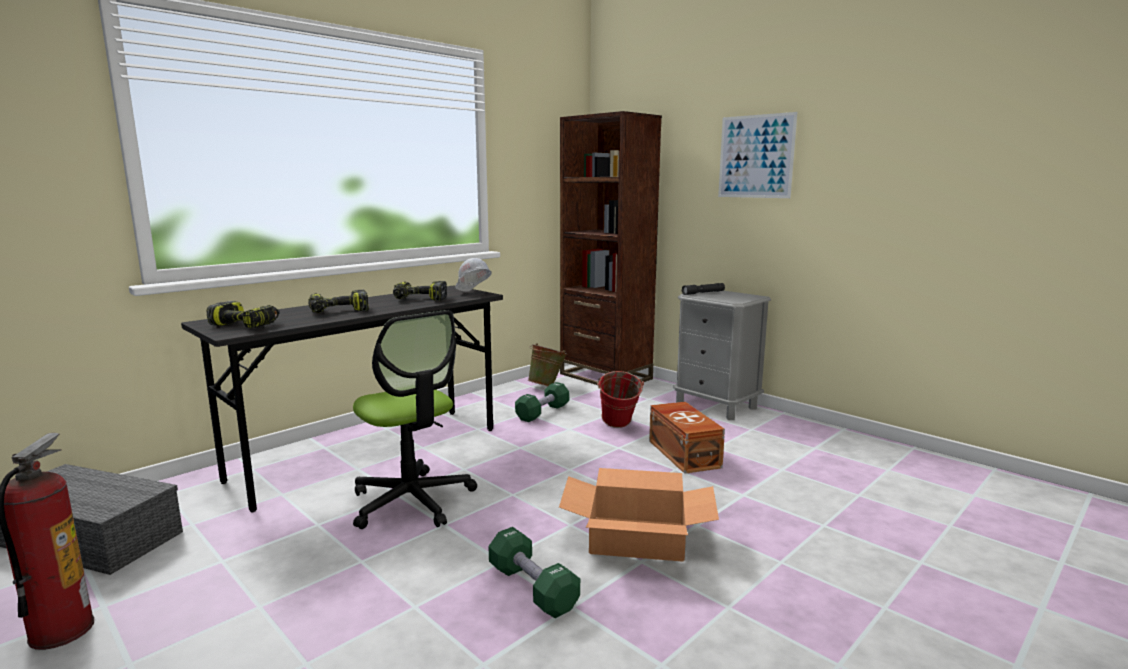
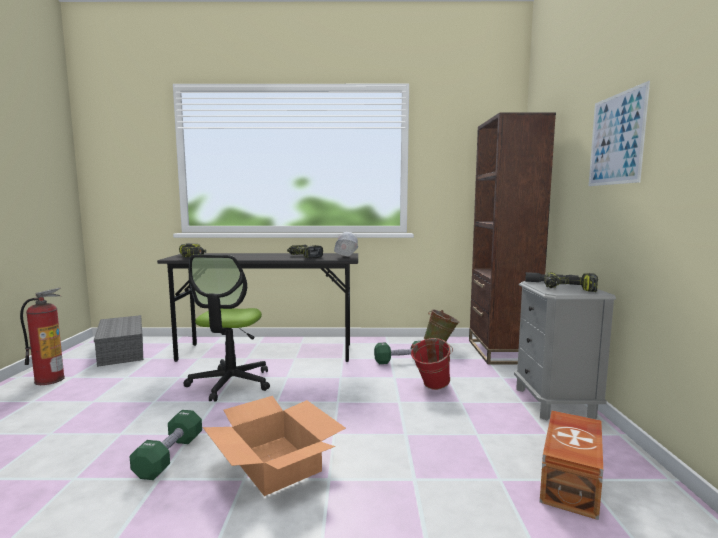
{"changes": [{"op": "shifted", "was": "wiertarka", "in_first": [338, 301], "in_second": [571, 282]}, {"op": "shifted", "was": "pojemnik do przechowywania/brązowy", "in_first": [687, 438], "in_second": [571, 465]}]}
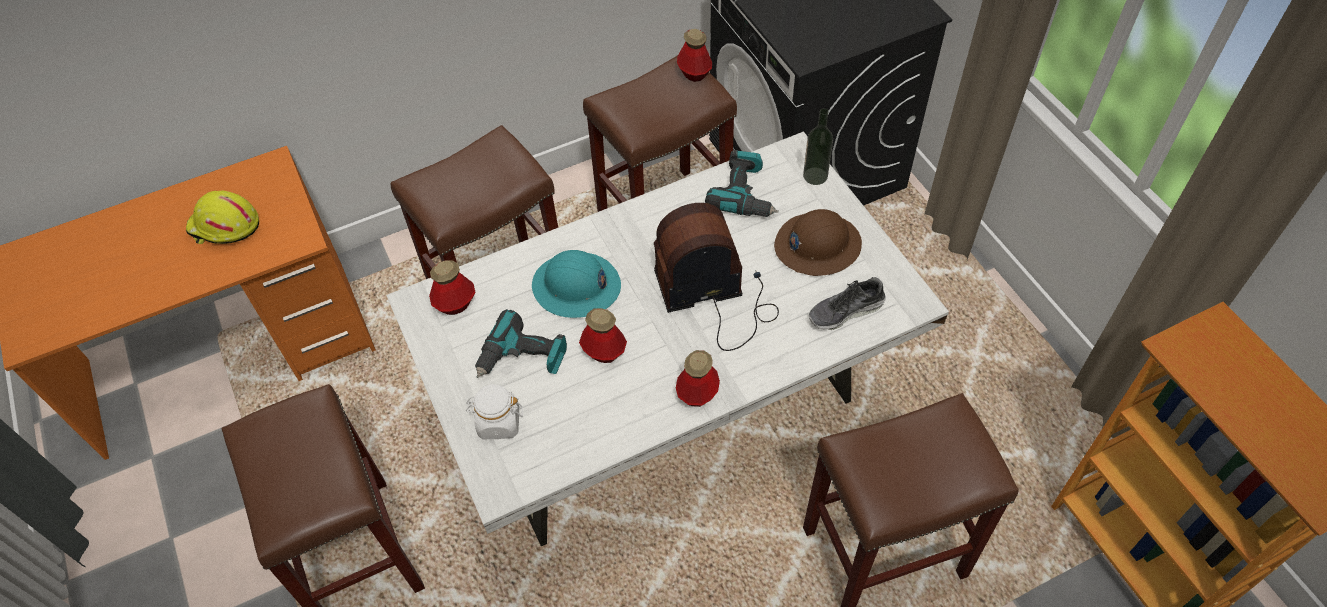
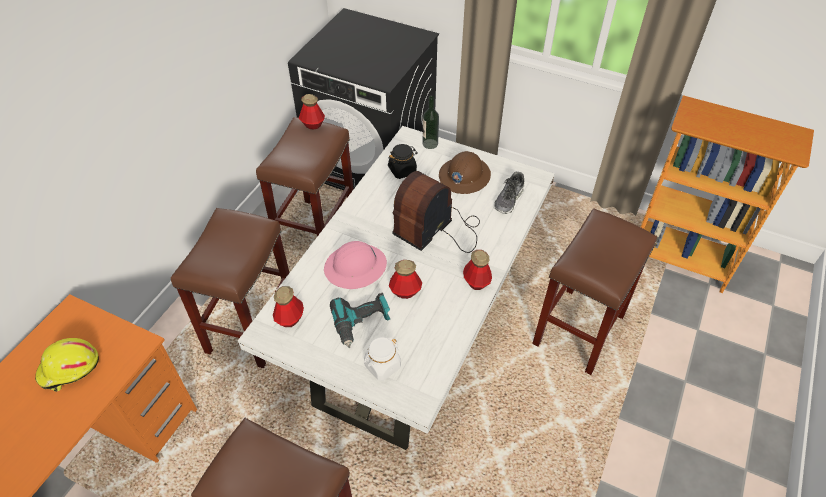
{"changes": [{"op": "repainted", "was": "kask/turkusowy", "now": "kask/różowy", "in_first": [576, 284], "in_second": [355, 265]}, {"op": "swapped", "was": "wiertarka", "now": "słoik/czarny", "in_first": [742, 183], "in_second": [403, 161]}]}
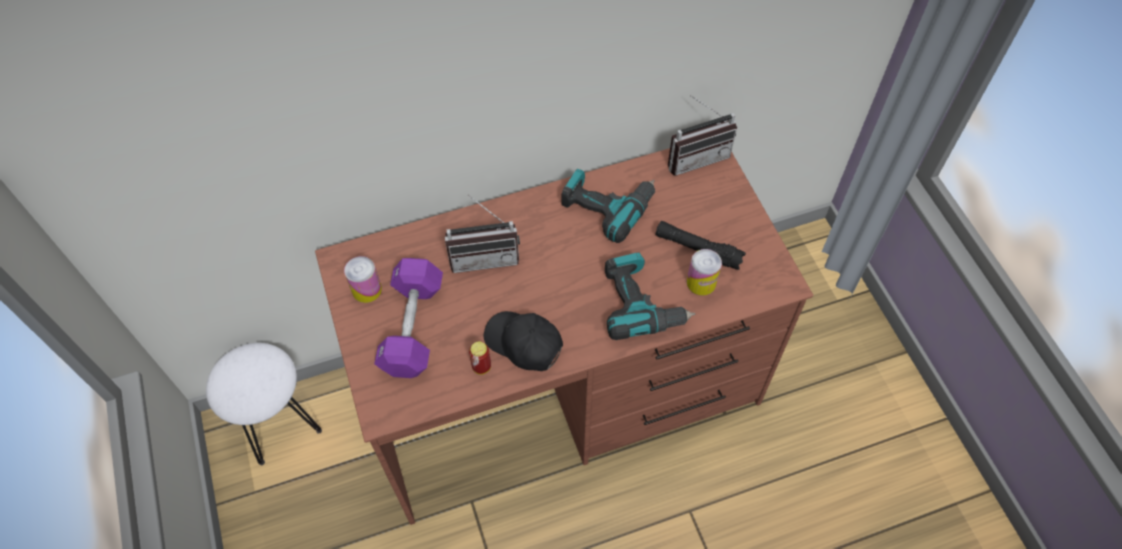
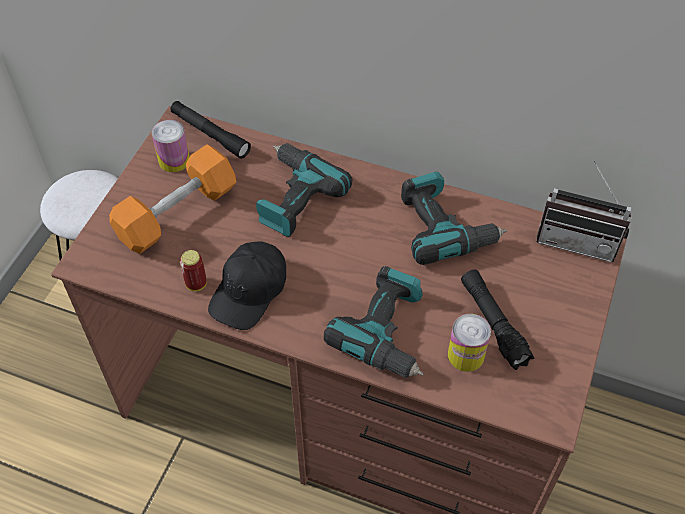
{"changes": [{"op": "repainted", "was": "hantel/fioletowy", "now": "hantel/pomarańczowy", "in_first": [408, 318], "in_second": [172, 199]}, {"op": "swapped", "was": "radio", "now": "wiertarka", "in_first": [482, 234], "in_second": [304, 190]}, {"op": "rotated", "was": "czapka z daszkiem/czarny", "in_first": [523, 341], "in_second": [247, 285], "clockwise": -135}, {"op": "new", "now": "latarka/czarny", "in_second": [210, 130]}]}
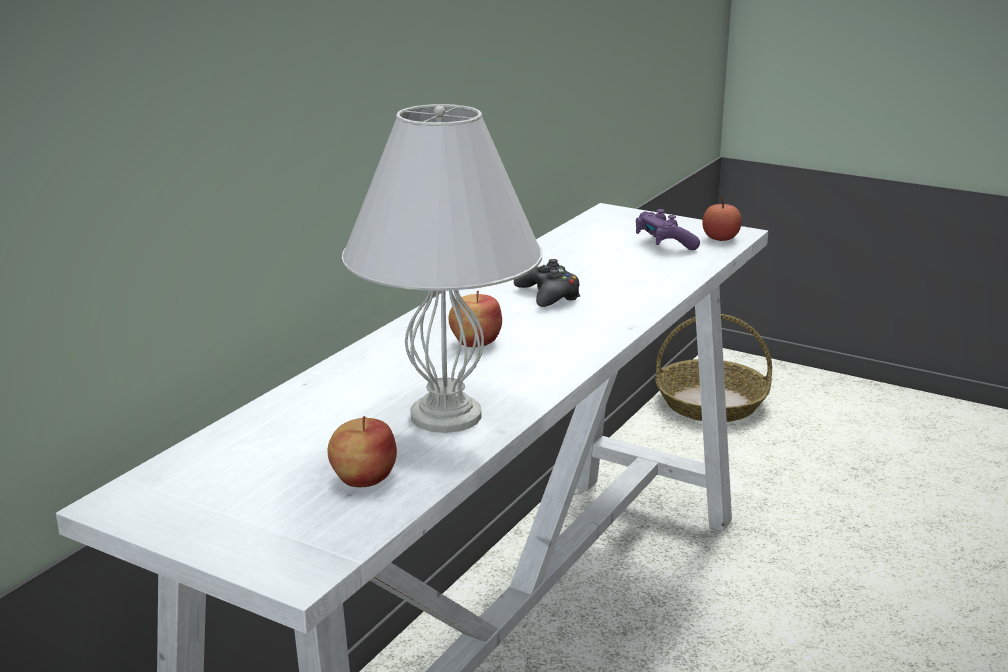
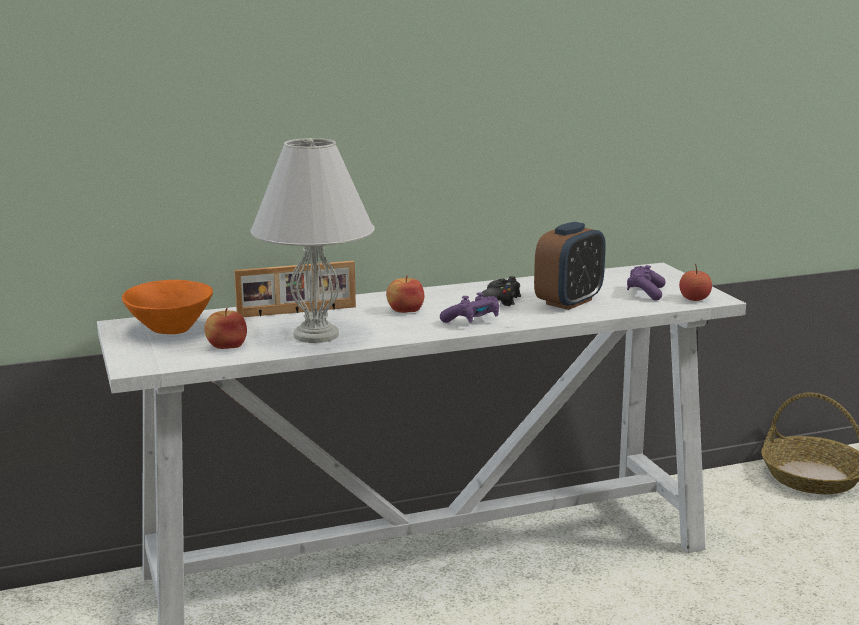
{"changes": [{"op": "new", "now": "miska/pomarańczowy", "in_second": [167, 307]}, {"op": "new", "now": "ramka na zdjęcie", "in_second": [295, 289]}, {"op": "new", "now": "pad do gier/fioletowy", "in_second": [469, 307]}, {"op": "new", "now": "budzik", "in_second": [570, 266]}]}
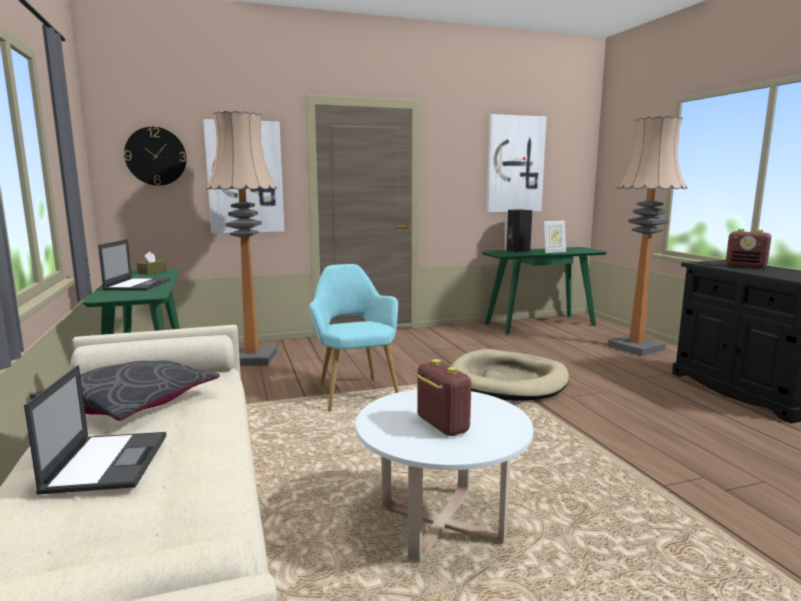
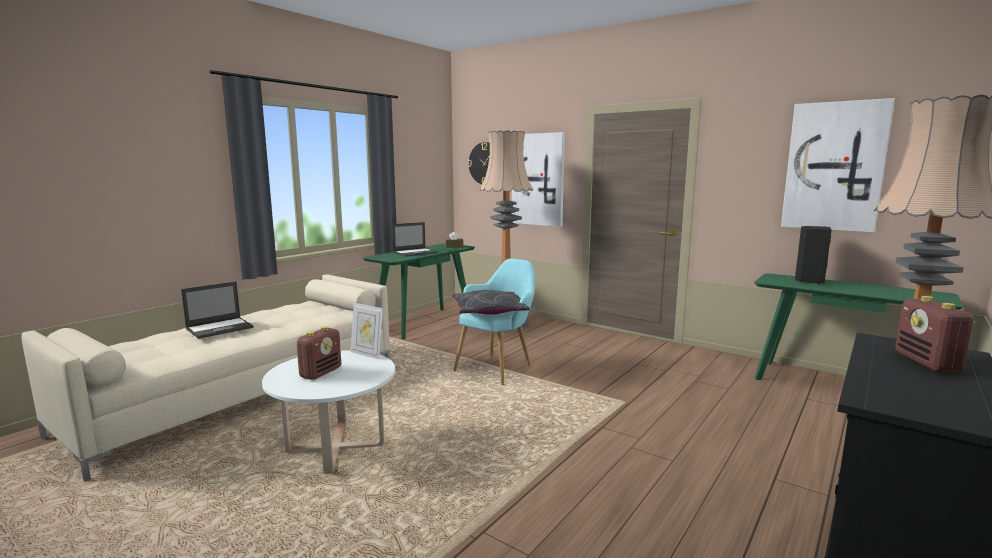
{"changes": [{"op": "shifted", "was": "poduszka/szary", "in_first": [125, 391], "in_second": [491, 302]}, {"op": "gone", "was": "legowisko/beżowy", "in_first": [509, 375]}, {"op": "shifted", "was": "ramka na zdjęcie", "in_first": [555, 236], "in_second": [366, 331]}]}
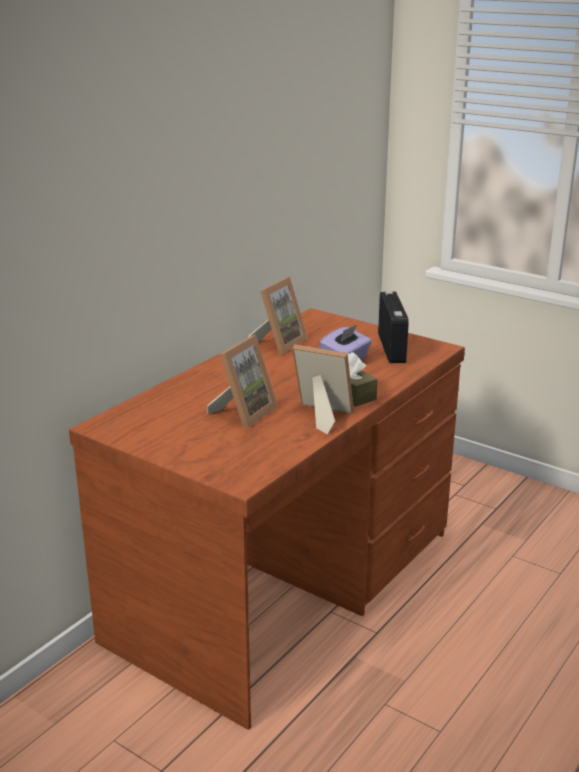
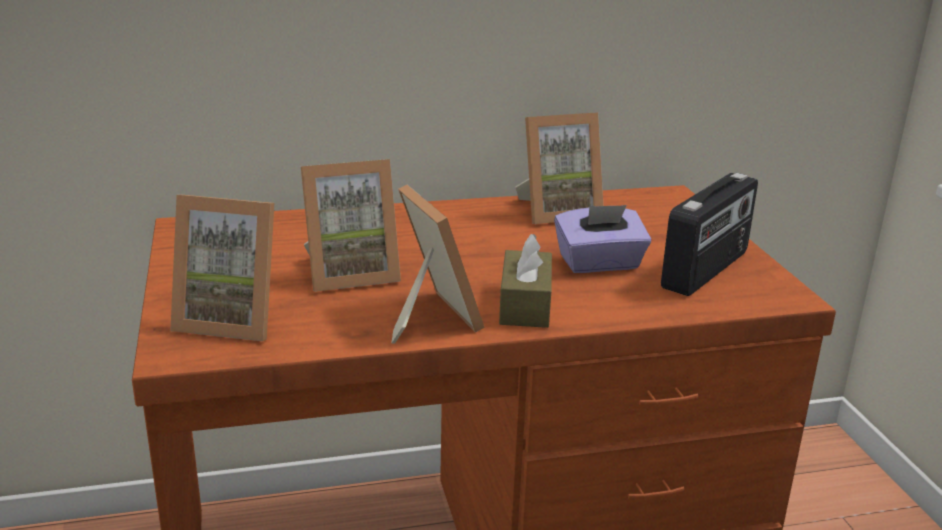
{"changes": [{"op": "new", "now": "ramka na zdjęcie", "in_second": [222, 268]}]}
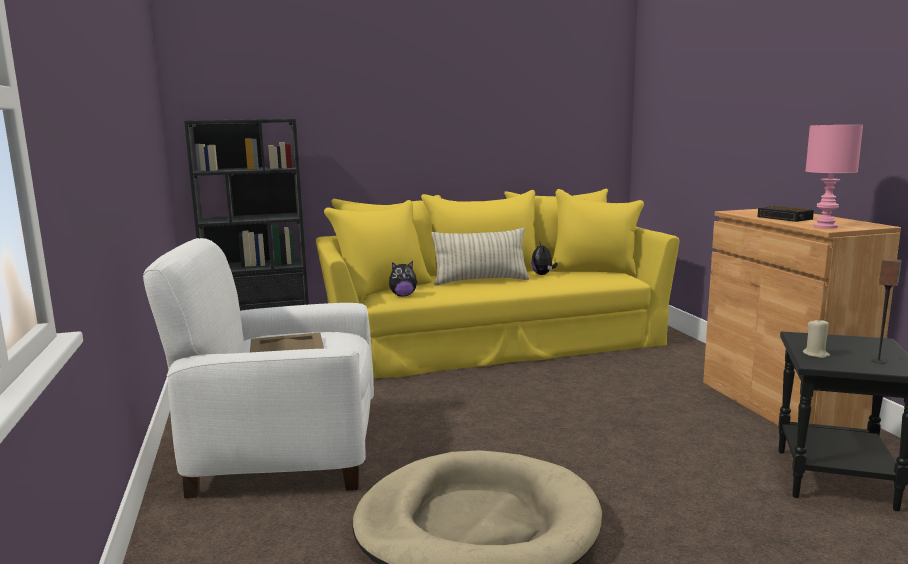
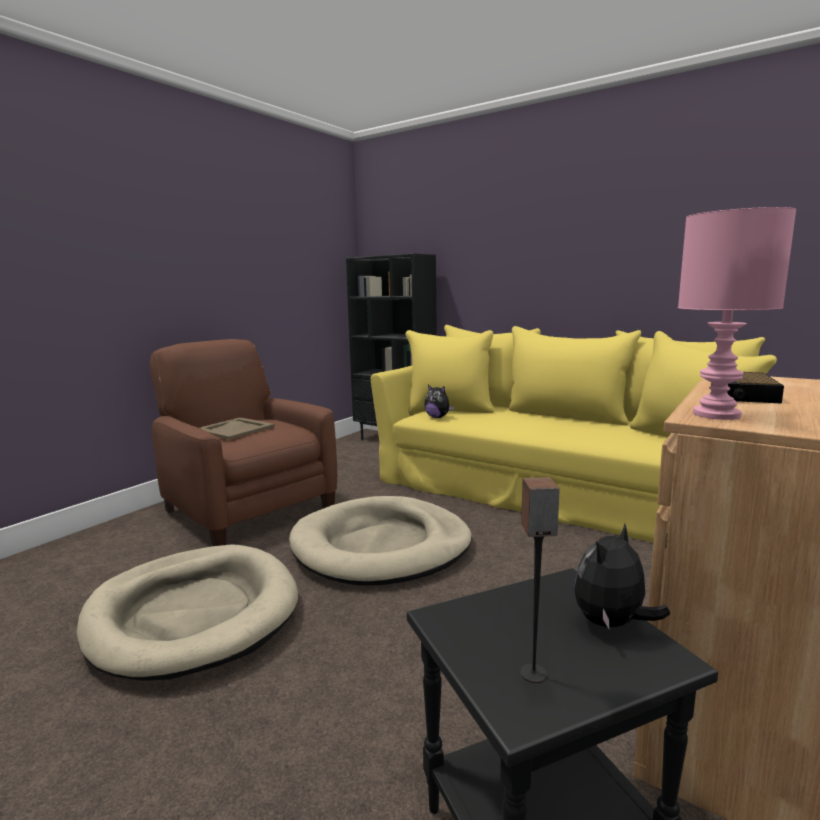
{"changes": [{"op": "repainted", "was": "fotel/biały", "now": "fotel/brązowy", "in_first": [258, 368], "in_second": [243, 442]}, {"op": "gone", "was": "poduszka", "in_first": [480, 256]}, {"op": "shifted", "was": "pluszak", "in_first": [544, 259], "in_second": [622, 576]}, {"op": "gone", "was": "świeca/beżowy", "in_first": [816, 338]}, {"op": "new", "now": "legowisko/beżowy", "in_second": [380, 540]}]}
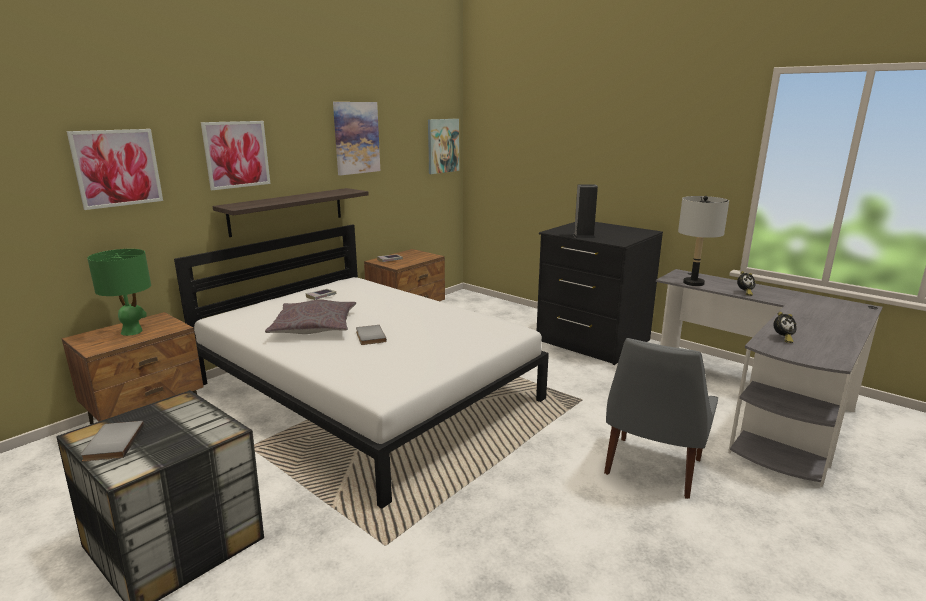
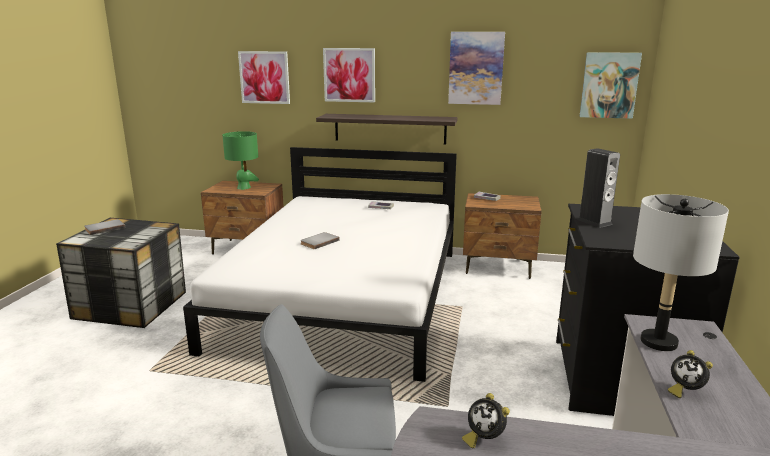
{"changes": [{"op": "gone", "was": "poduszka/szary", "in_first": [310, 317]}]}
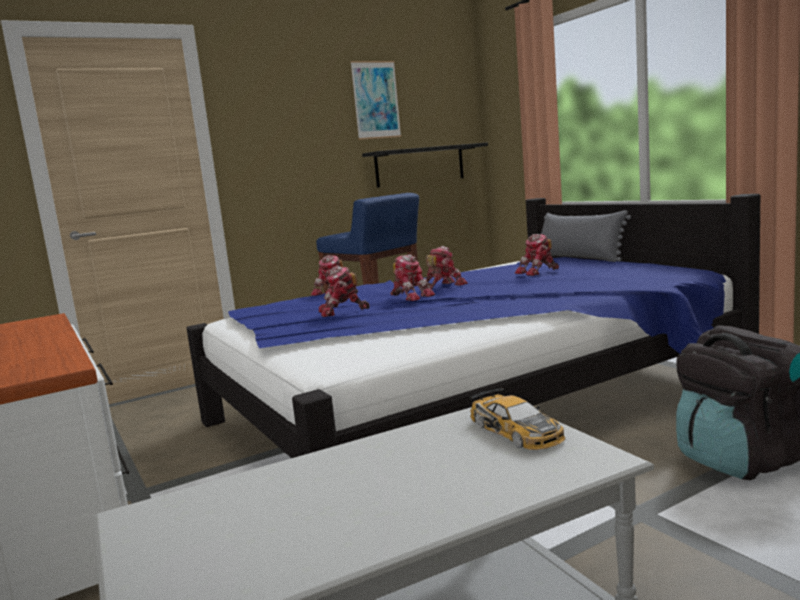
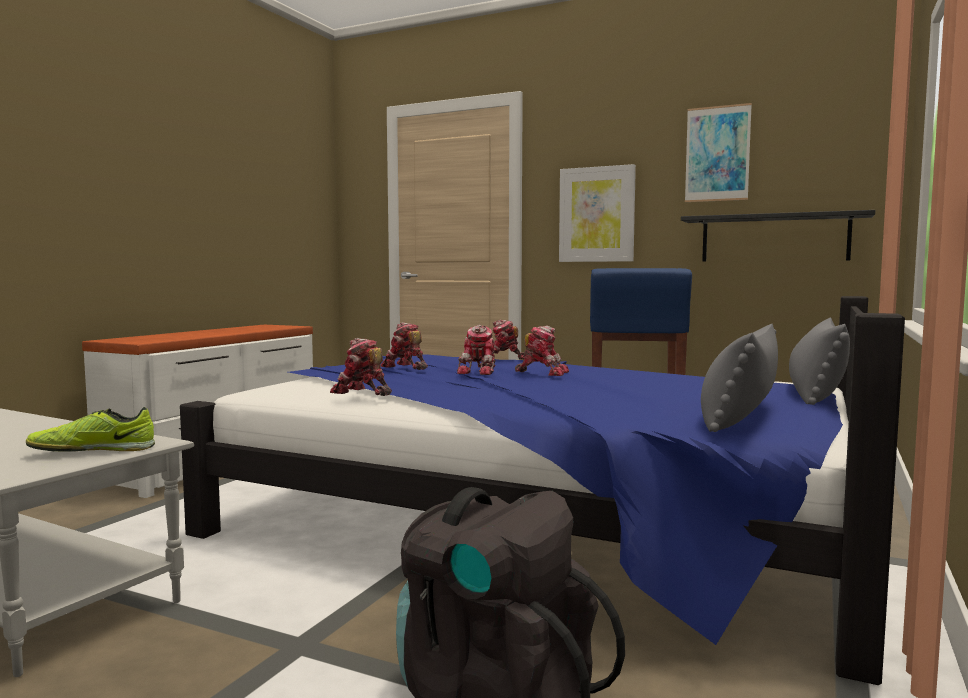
{"changes": [{"op": "swapped", "was": "samochodzik", "now": "but", "in_first": [517, 418], "in_second": [90, 429]}, {"op": "shifted", "was": "robot zabawkowy", "in_first": [537, 255], "in_second": [361, 367]}, {"op": "new", "now": "obraz", "in_second": [597, 213]}, {"op": "new", "now": "poduszka/szary", "in_second": [739, 378]}]}
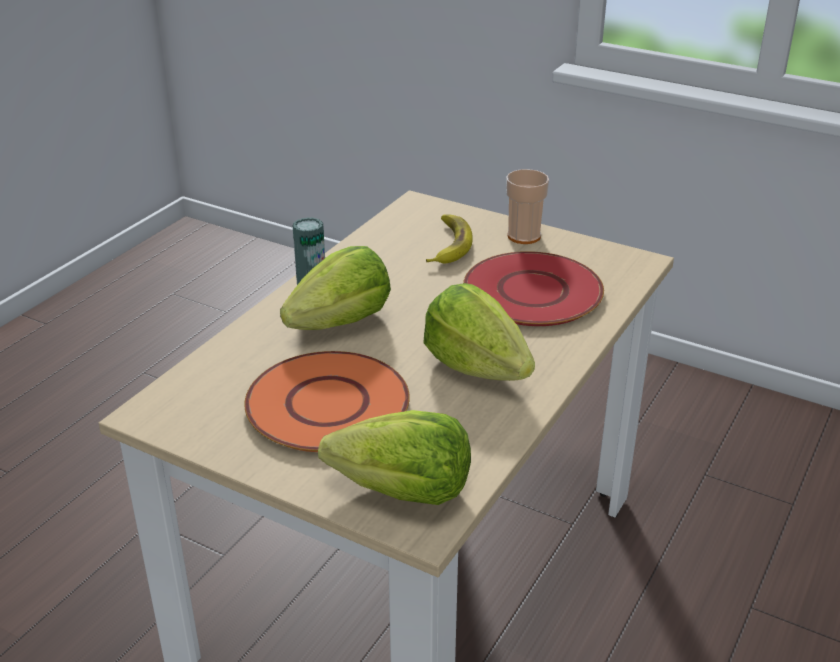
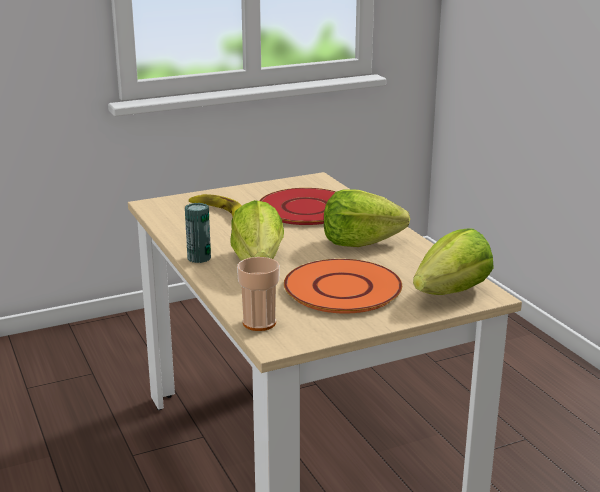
{"changes": [{"op": "shifted", "was": "filiżanka", "in_first": [527, 206], "in_second": [258, 294]}]}
